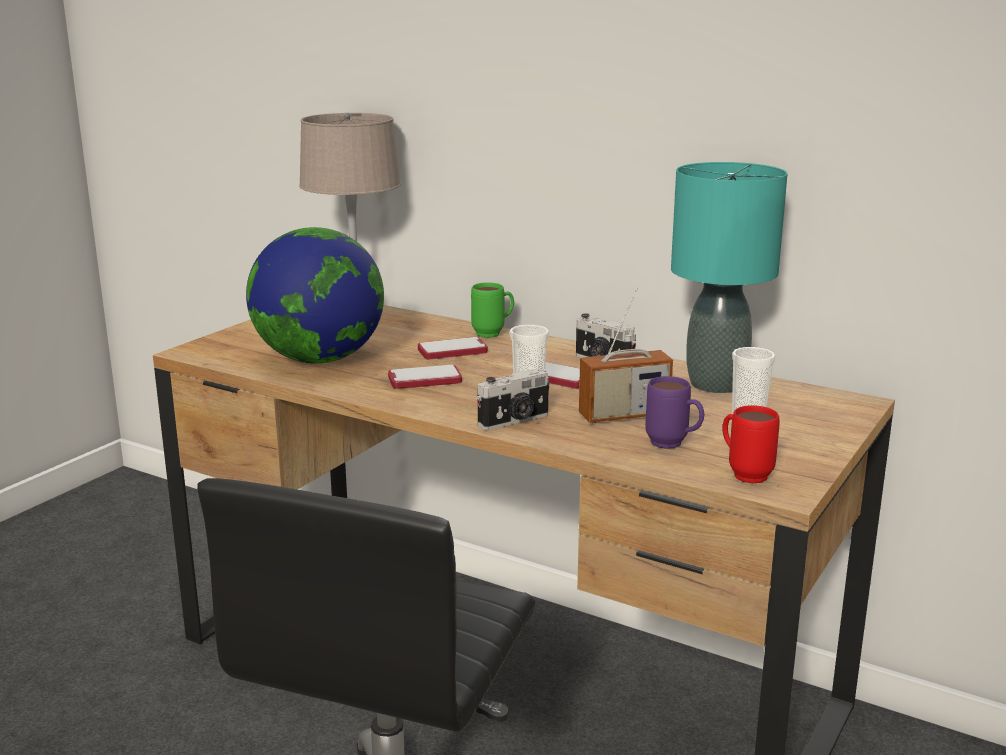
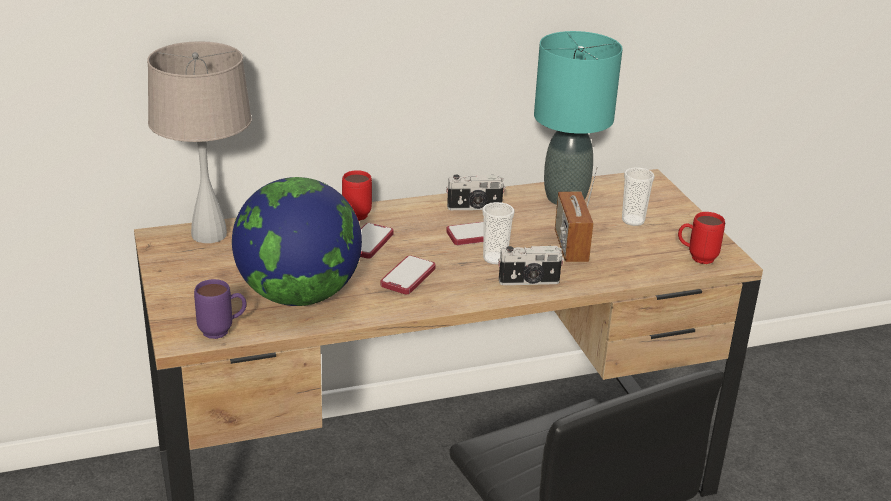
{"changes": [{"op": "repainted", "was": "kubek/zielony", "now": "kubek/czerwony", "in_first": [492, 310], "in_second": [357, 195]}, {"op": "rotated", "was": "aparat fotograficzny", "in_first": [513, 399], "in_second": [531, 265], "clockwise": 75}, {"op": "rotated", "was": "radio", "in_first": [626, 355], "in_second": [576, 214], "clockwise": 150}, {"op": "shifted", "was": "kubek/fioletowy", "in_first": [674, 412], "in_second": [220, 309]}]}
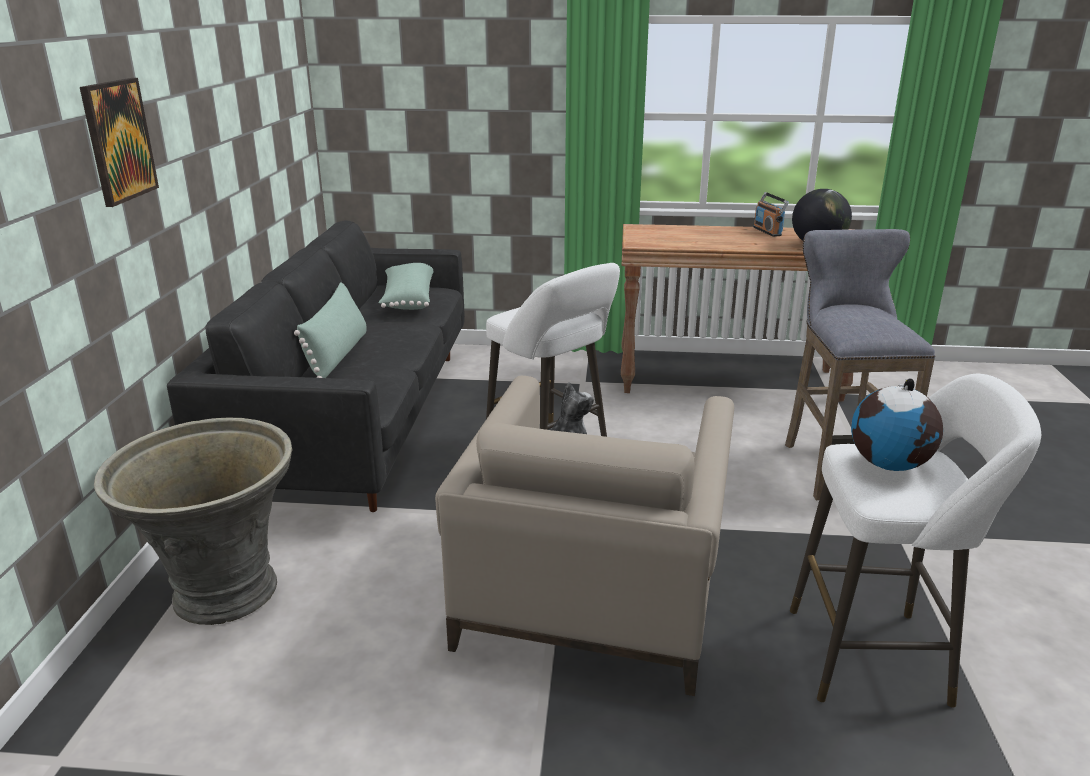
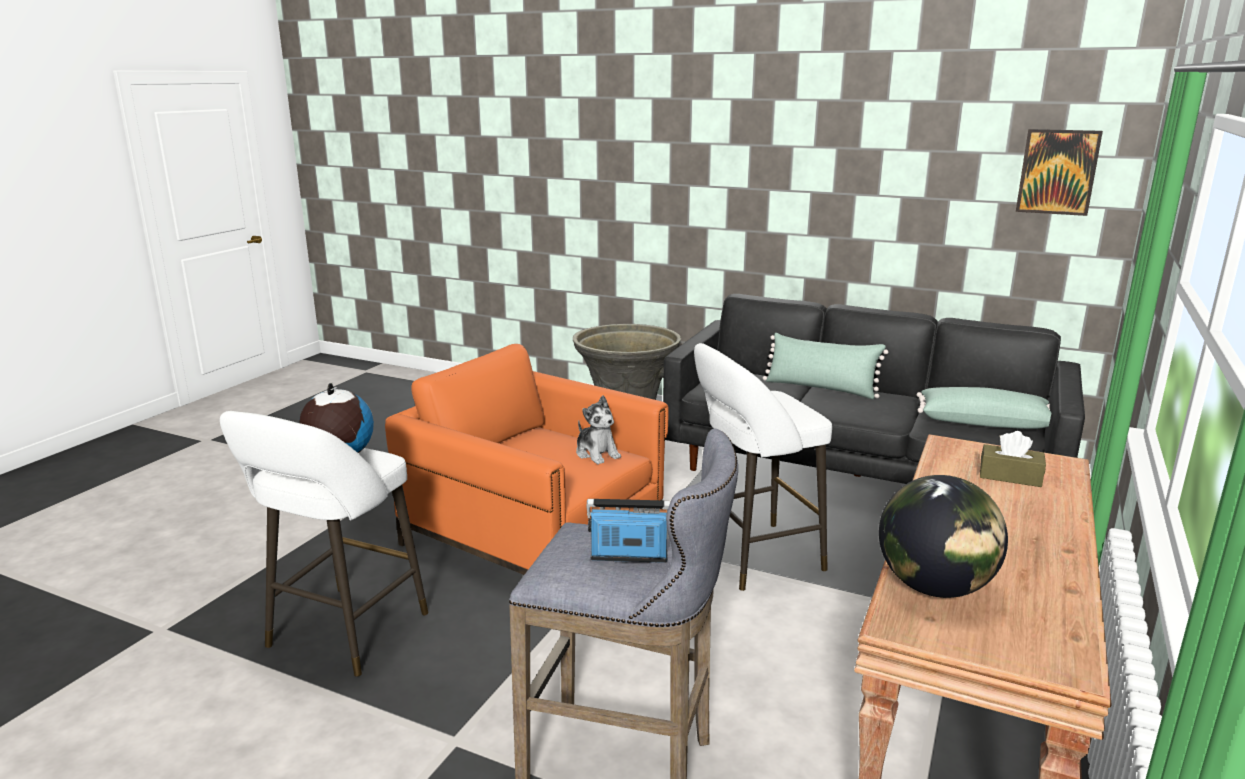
{"changes": [{"op": "shifted", "was": "obraz", "in_first": [119, 142], "in_second": [1059, 172]}, {"op": "repainted", "was": "fotel/beżowy", "now": "fotel/pomarańczowy", "in_first": [584, 536], "in_second": [527, 459]}, {"op": "shifted", "was": "radio", "in_first": [771, 214], "in_second": [629, 531]}, {"op": "new", "now": "pudełko chusteczek/brązowy", "in_second": [1013, 459]}]}
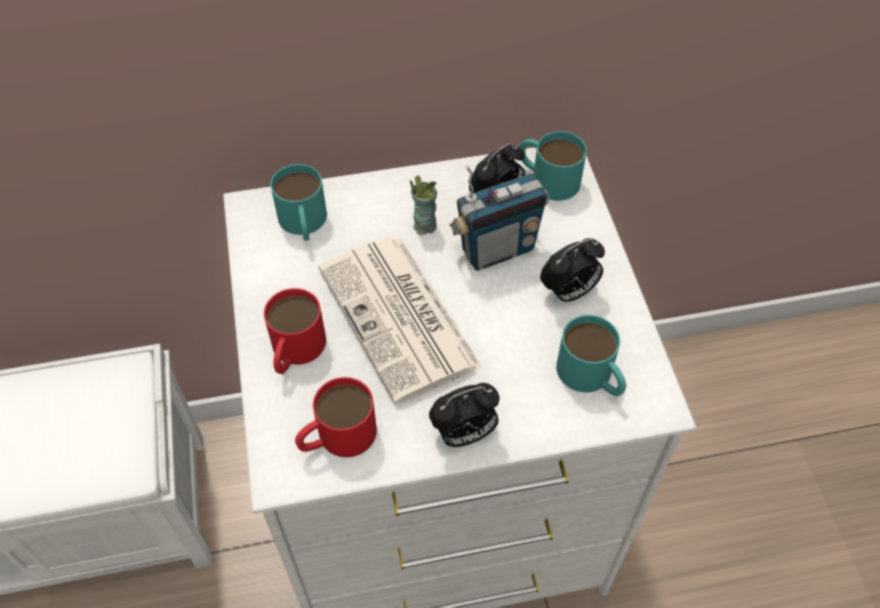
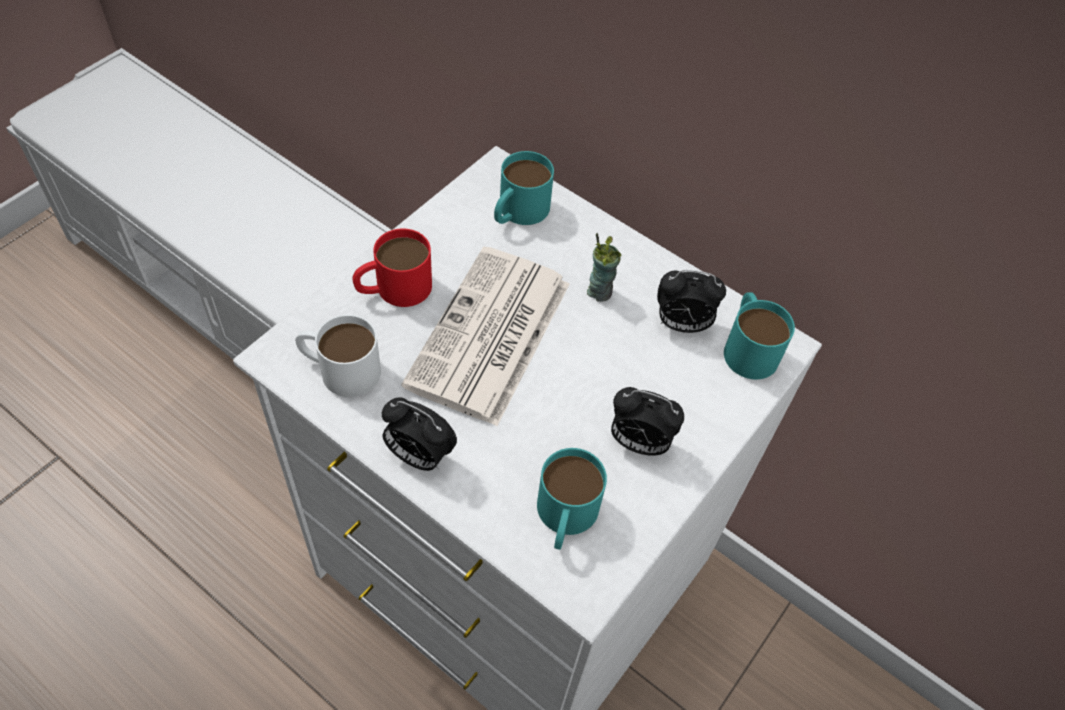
{"changes": [{"op": "repainted", "was": "kubek/czerwony", "now": "kubek/biały", "in_first": [336, 417], "in_second": [338, 356]}, {"op": "gone", "was": "radio", "in_first": [499, 218]}]}
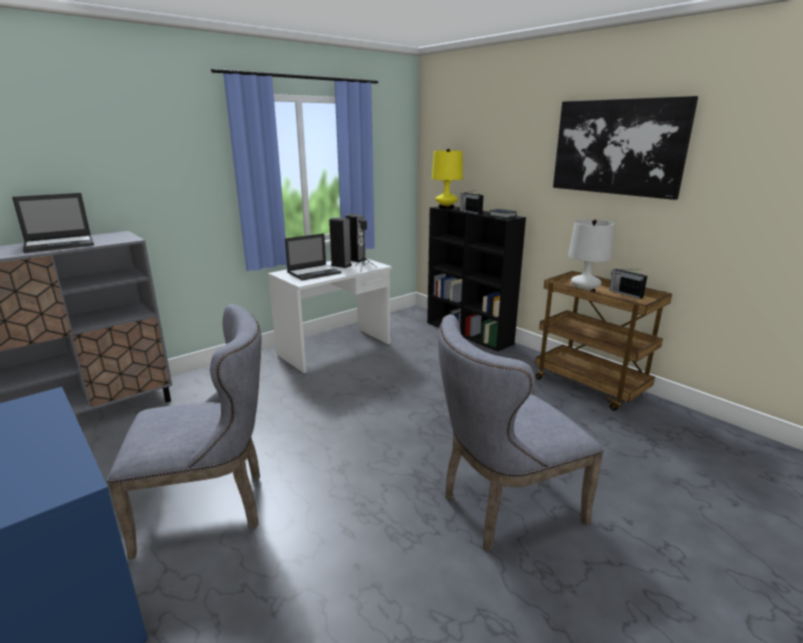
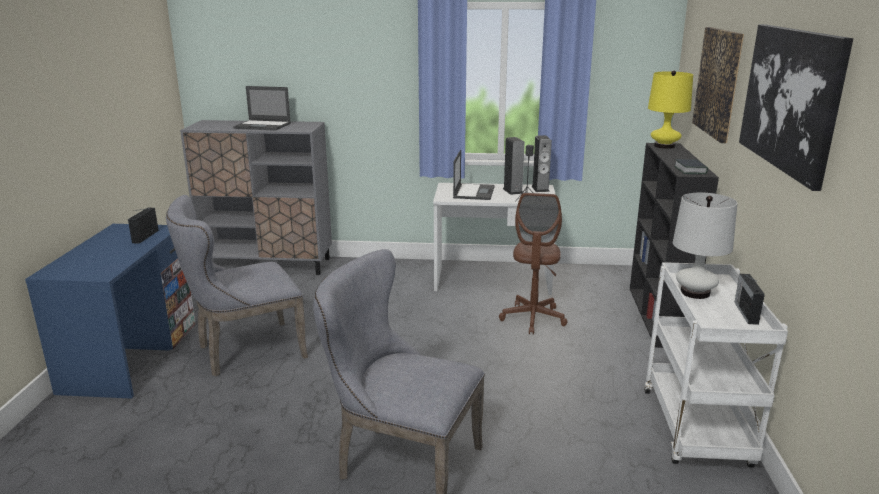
{"changes": [{"op": "rotated", "was": "krzesło/szary", "in_first": [184, 431], "in_second": [237, 286], "clockwise": 120}, {"op": "rotated", "was": "laptop", "in_first": [313, 257], "in_second": [474, 175], "clockwise": -90}, {"op": "shifted", "was": "radio", "in_first": [472, 202], "in_second": [143, 226]}, {"op": "repainted", "was": "wózek/brązowy", "now": "wózek/biały", "in_first": [603, 341], "in_second": [716, 365]}, {"op": "new", "now": "krzesło biurowe/brązowy", "in_second": [533, 264]}, {"op": "new", "now": "obraz", "in_second": [718, 85]}]}
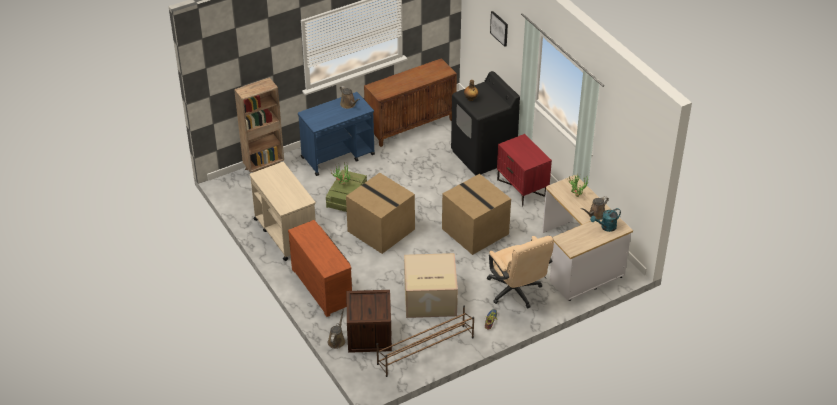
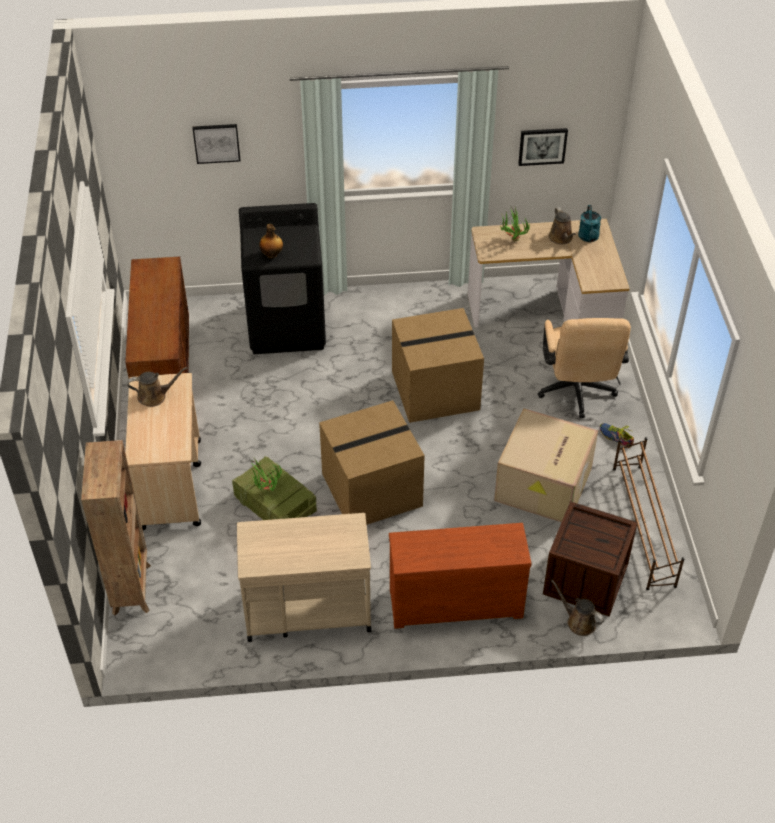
{"changes": [{"op": "repainted", "was": "wózek/niebieski", "now": "wózek/beżowy", "in_first": [336, 134], "in_second": [163, 451]}, {"op": "rotated", "was": "krzesło biurowe/beżowy", "in_first": [520, 272], "in_second": [584, 368], "clockwise": 90}, {"op": "gone", "was": "szafka nocna/czerwony", "in_first": [524, 170]}, {"op": "new", "now": "obraz", "in_second": [543, 147]}]}
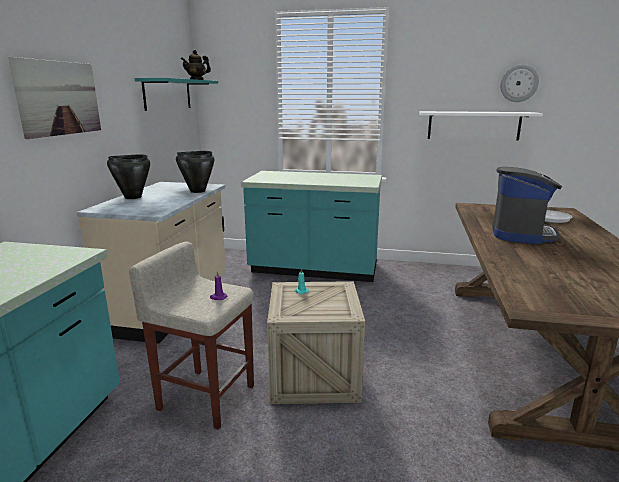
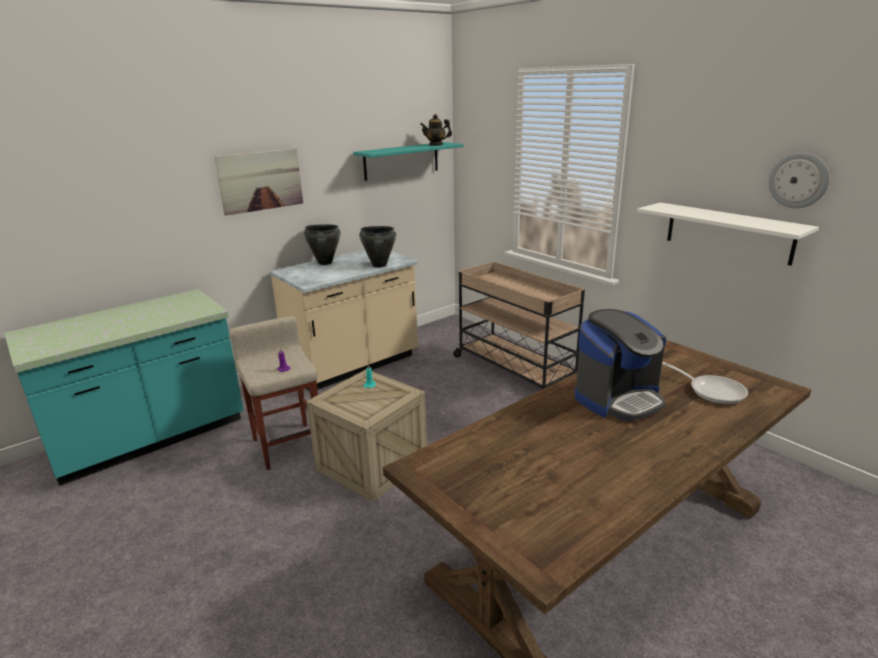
{"changes": [{"op": "swapped", "was": "zabudowa kuchenna/turkusowy", "now": "wózek/beżowy", "in_first": [311, 226], "in_second": [519, 326]}]}
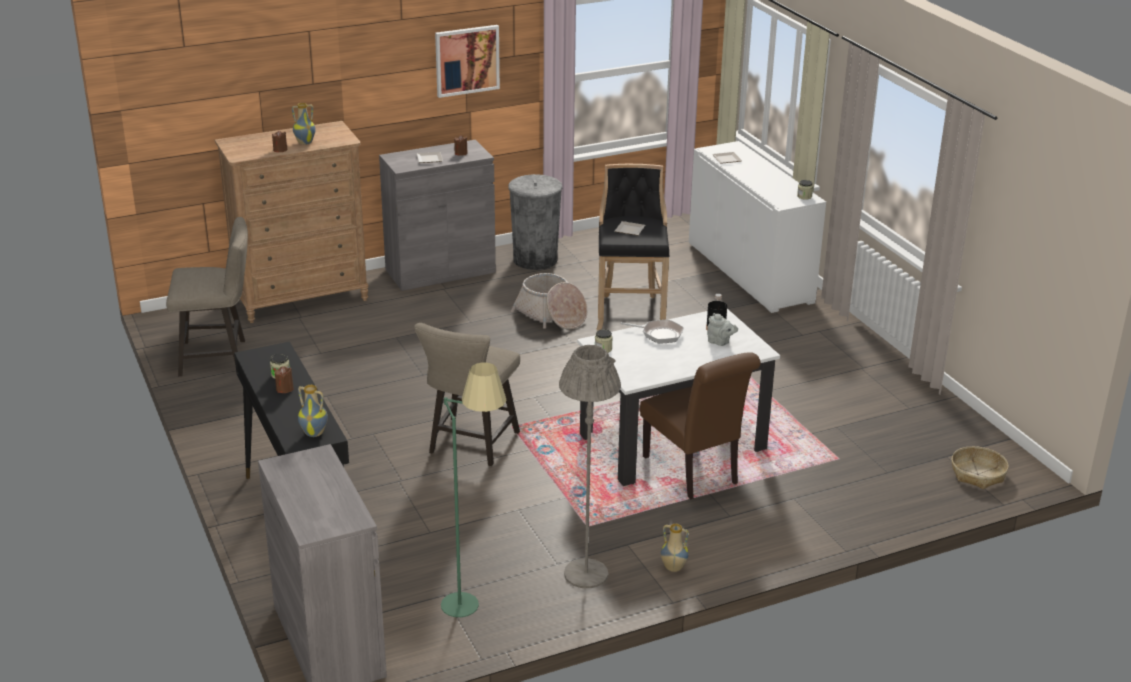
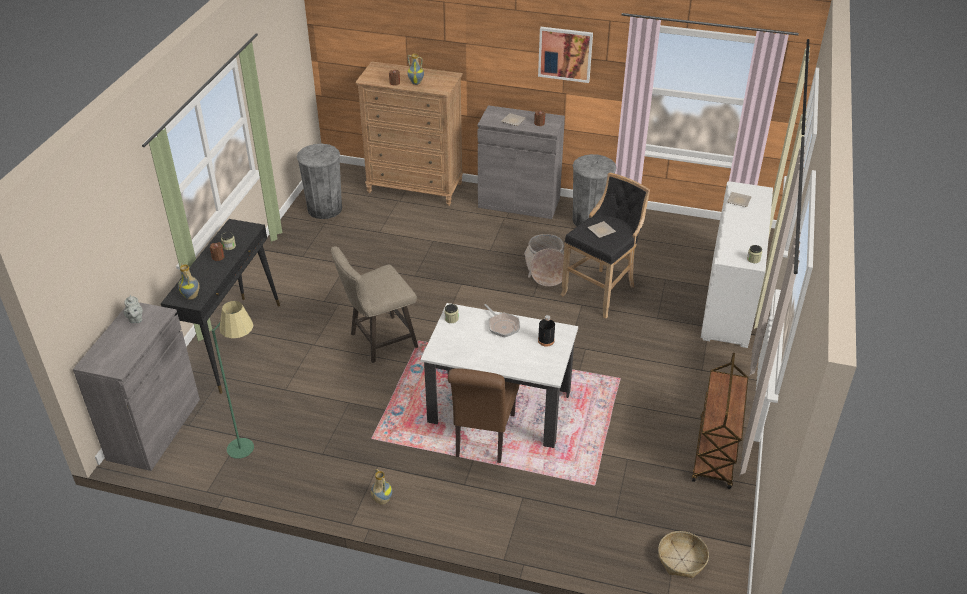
{"changes": [{"op": "swapped", "was": "stołek/beżowy", "now": "kosz na śmieci/szary", "in_first": [207, 296], "in_second": [319, 181]}, {"op": "gone", "was": "lampa stojąca/szary", "in_first": [590, 466]}, {"op": "shifted", "was": "imbryk/szary", "in_first": [722, 329], "in_second": [133, 309]}, {"op": "new", "now": "wózek/brązowy", "in_second": [720, 421]}]}
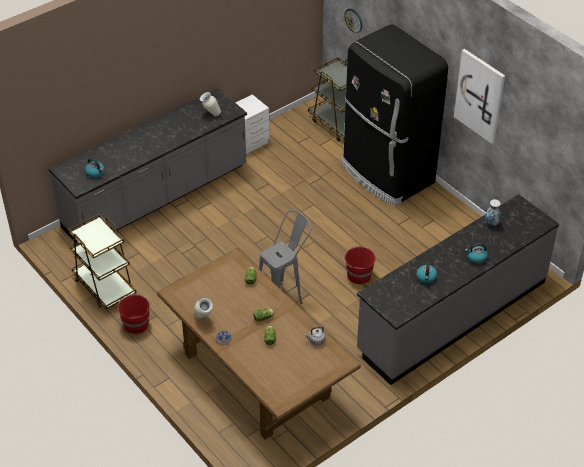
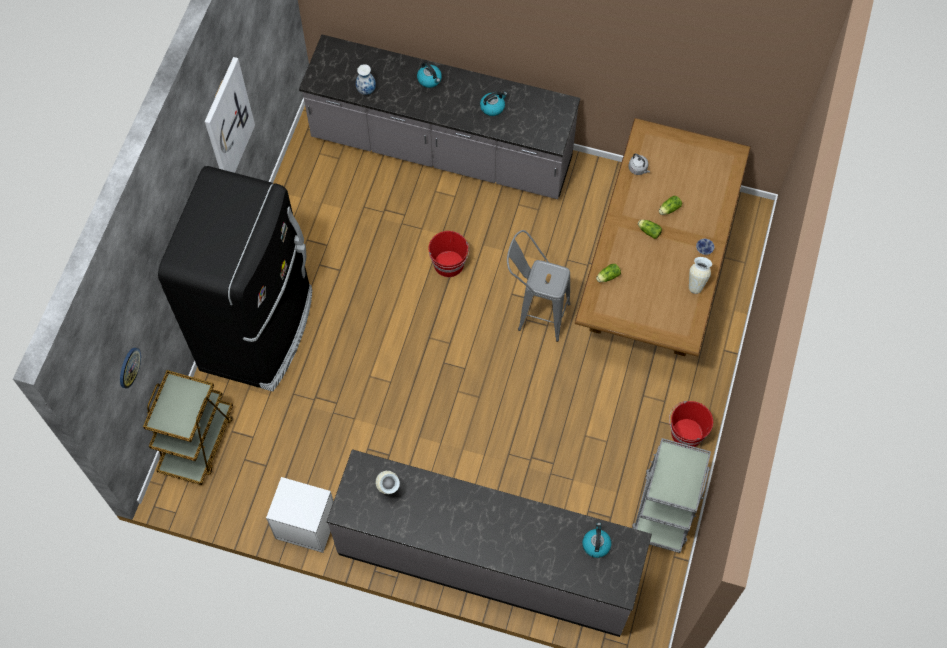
{"changes": [{"op": "repainted", "was": "wózek/brązowy", "now": "wózek/szary", "in_first": [102, 261], "in_second": [671, 495]}]}
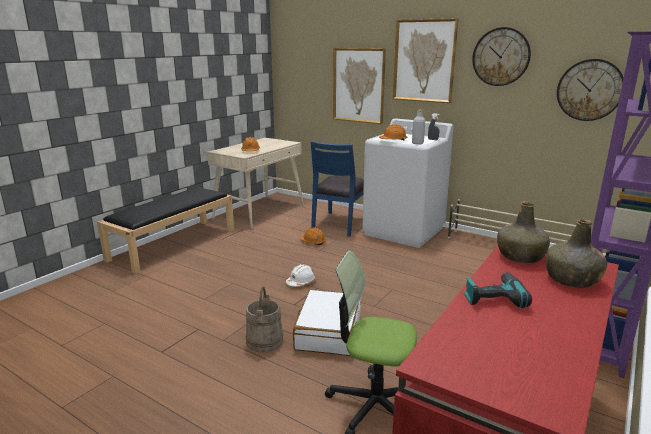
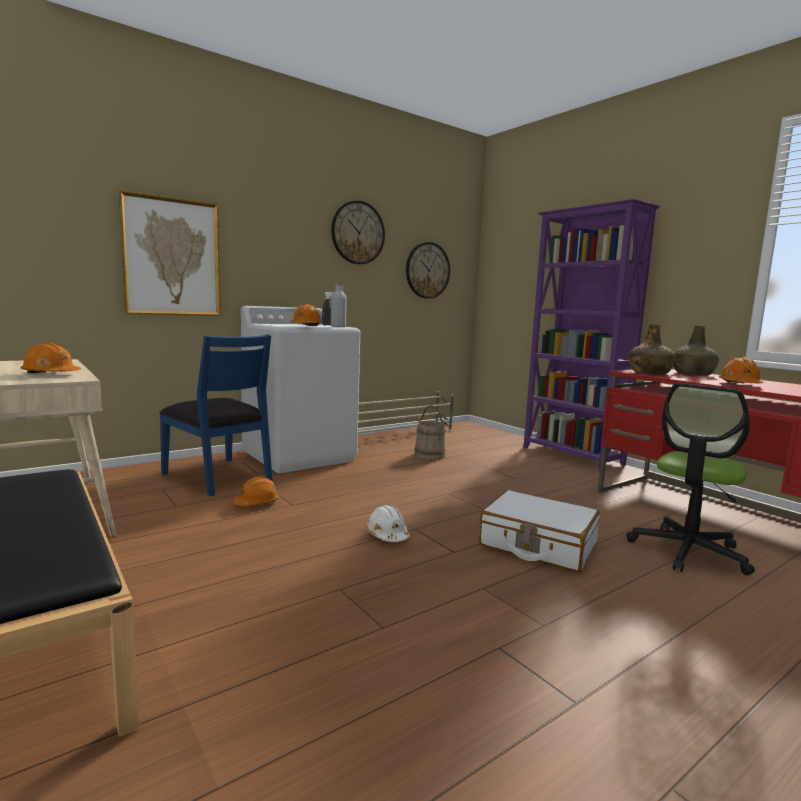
{"changes": [{"op": "shifted", "was": "wiadro/beżowy", "in_first": [264, 319], "in_second": [431, 432]}, {"op": "gone", "was": "obraz", "in_first": [426, 60]}, {"op": "swapped", "was": "wiertarka", "now": "kask/pomarańczowy", "in_first": [498, 290], "in_second": [741, 370]}]}
